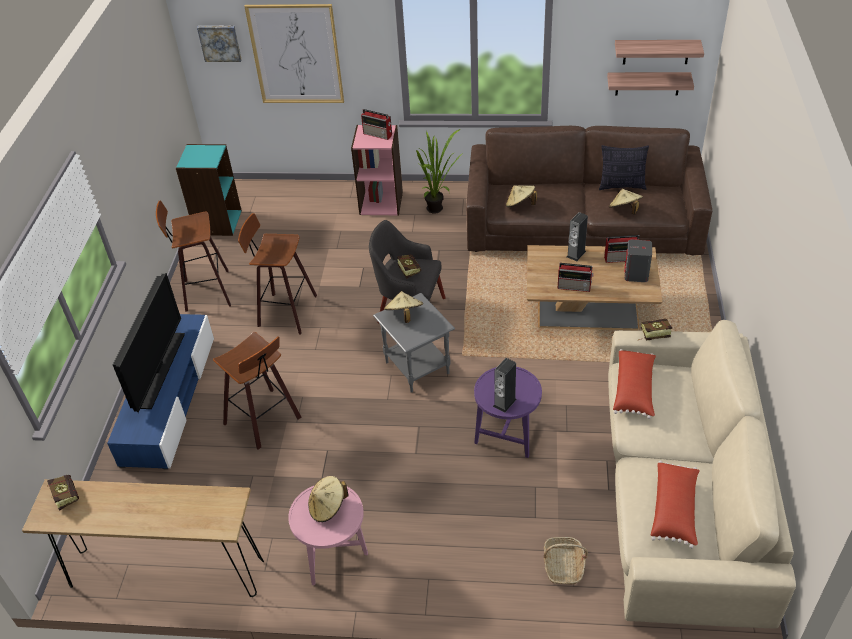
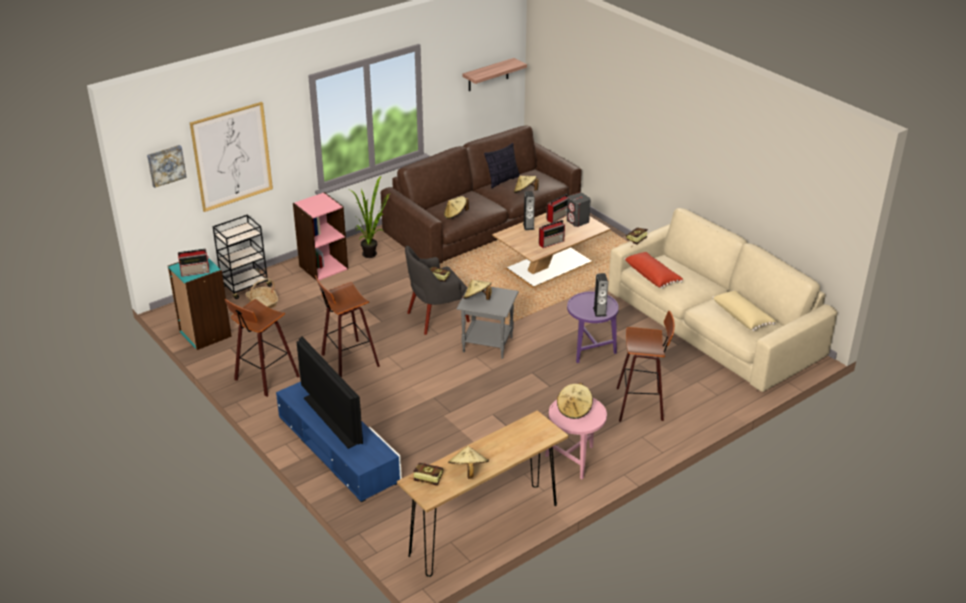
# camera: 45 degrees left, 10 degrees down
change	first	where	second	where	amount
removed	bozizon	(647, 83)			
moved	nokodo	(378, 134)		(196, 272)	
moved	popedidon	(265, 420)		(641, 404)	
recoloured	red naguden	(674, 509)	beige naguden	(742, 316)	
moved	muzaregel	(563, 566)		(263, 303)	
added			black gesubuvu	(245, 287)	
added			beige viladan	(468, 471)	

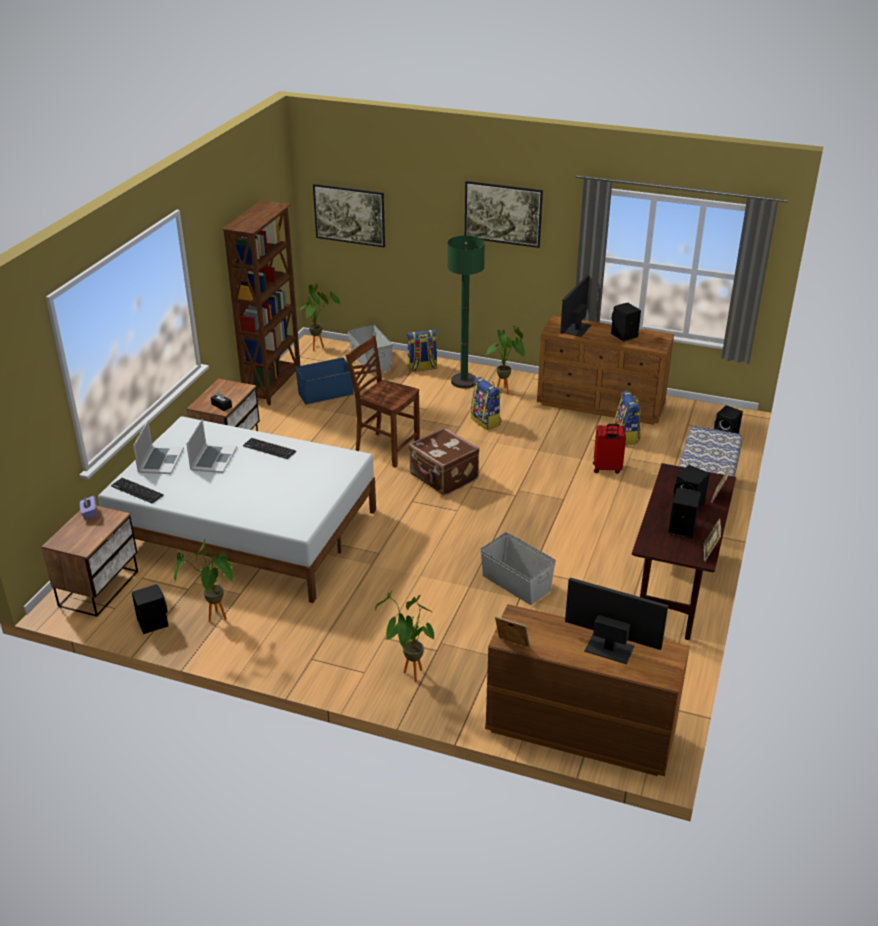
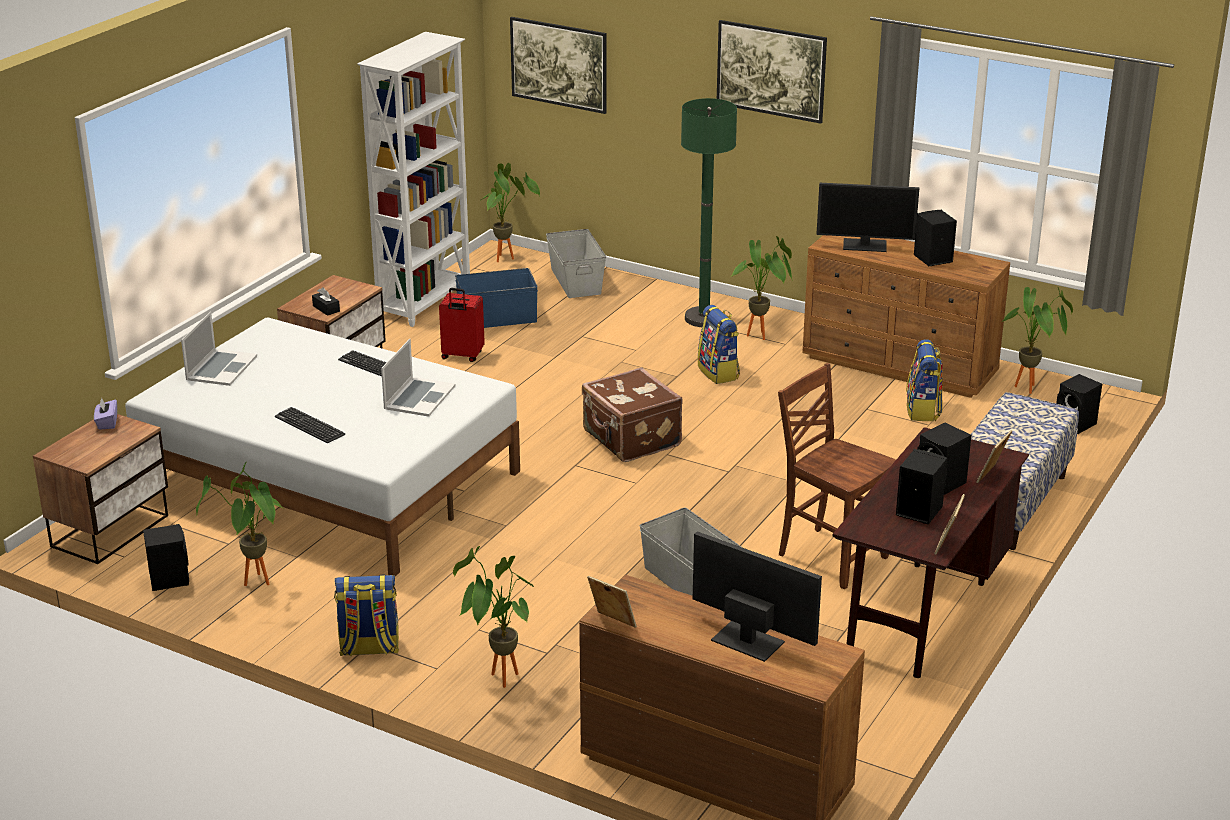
# camera: 10 degrees right, 5 degrees down
change	first	where	second	where	amount
recoloured	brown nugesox	(273, 385)	white nugesox	(426, 302)	
turned	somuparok	(577, 329)		(865, 245)	120 degrees counterclockwise
moved	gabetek	(422, 368)		(369, 648)	
moved	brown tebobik	(386, 449)		(830, 556)	
moved	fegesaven	(213, 458)		(419, 397)	
moved	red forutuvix	(607, 469)		(462, 356)	
moved	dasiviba	(137, 491)		(309, 426)	
added			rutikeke	(1031, 390)	

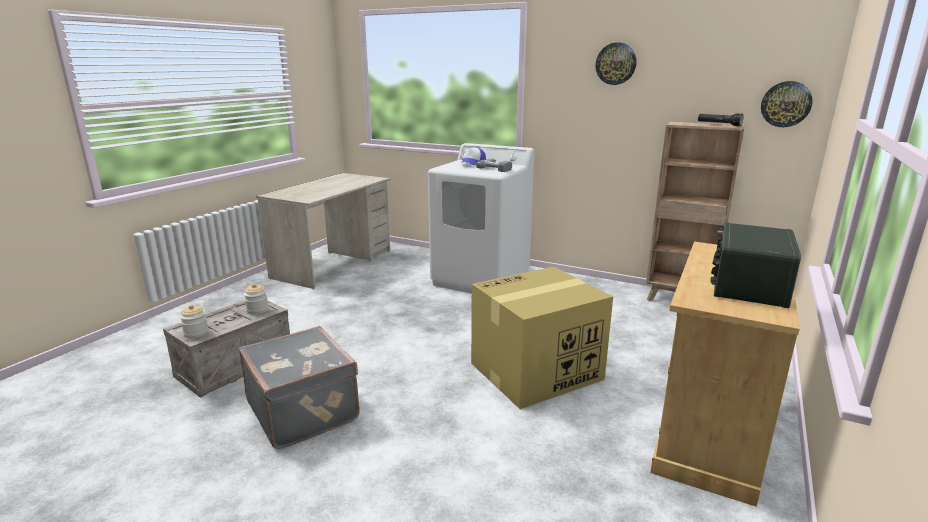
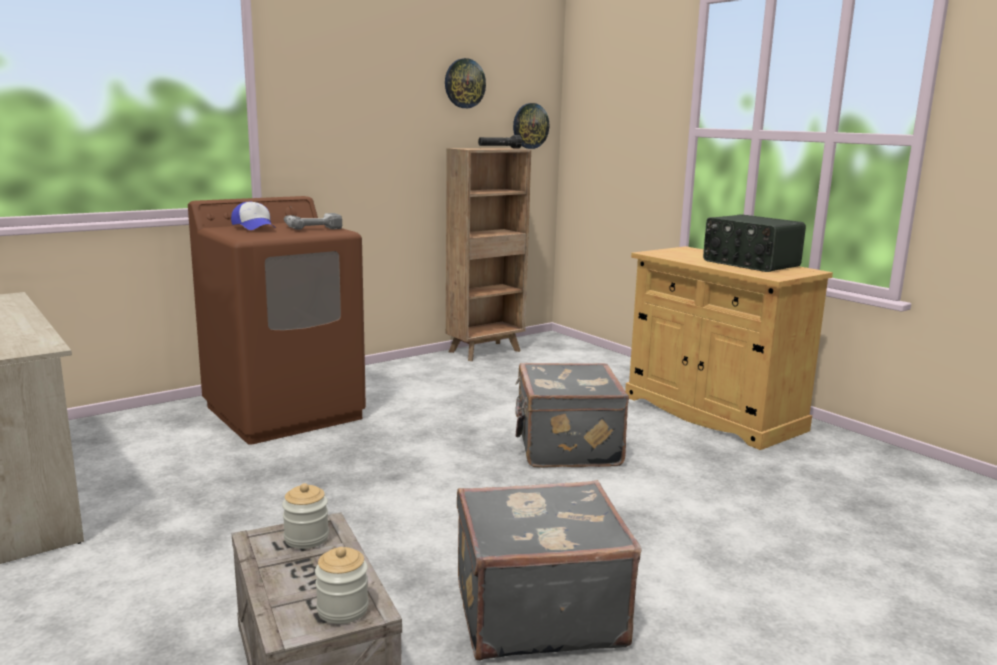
# camera: 65 degrees left, 5 degrees down
change	first	where	second	where	amount
moved	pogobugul	(616, 63)		(464, 83)	
recoloured	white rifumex	(481, 279)	brown rifumex	(285, 412)	
replaced	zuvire	(535, 372)	grey forutuvix	(565, 447)	

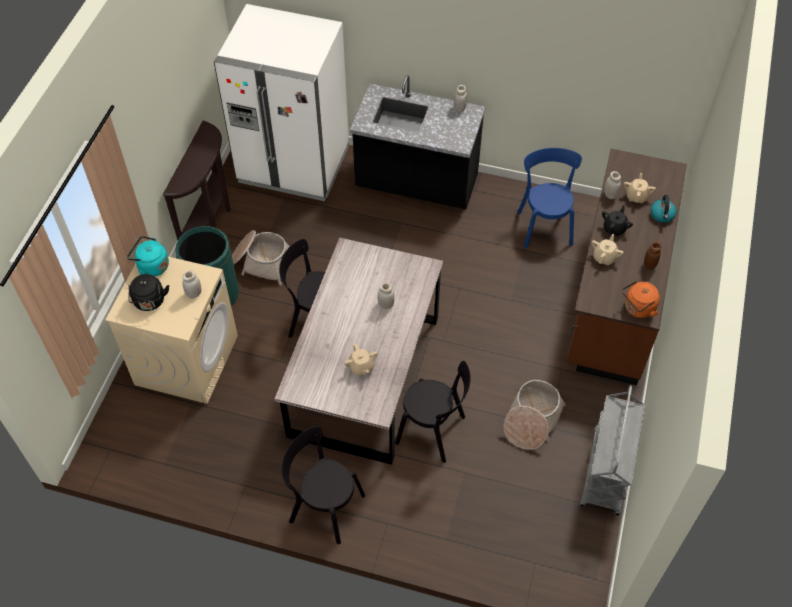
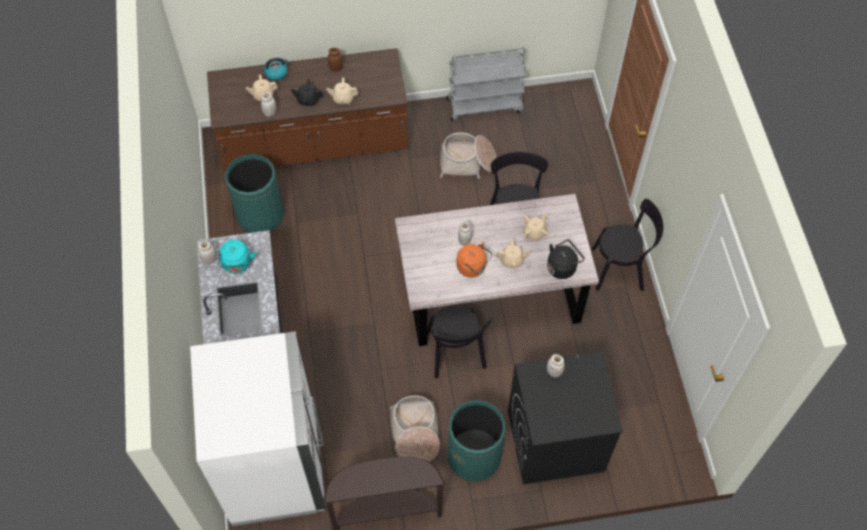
# camera: 115 degrees left, 5 degrees up
change	first	where	second	where	amount
replaced	blue tebobik	(544, 226)	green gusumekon	(260, 216)	
moved	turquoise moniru	(151, 266)		(237, 265)	
recoloured	beige rifumex	(187, 359)	black rifumex	(555, 441)	
moved	black moniru	(150, 302)		(562, 267)	
moved	orange moniru	(637, 309)		(473, 267)	
turned	black tebobik	(323, 506)		(621, 269)	90 degrees counterclockwise
added			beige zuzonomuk	(512, 261)	

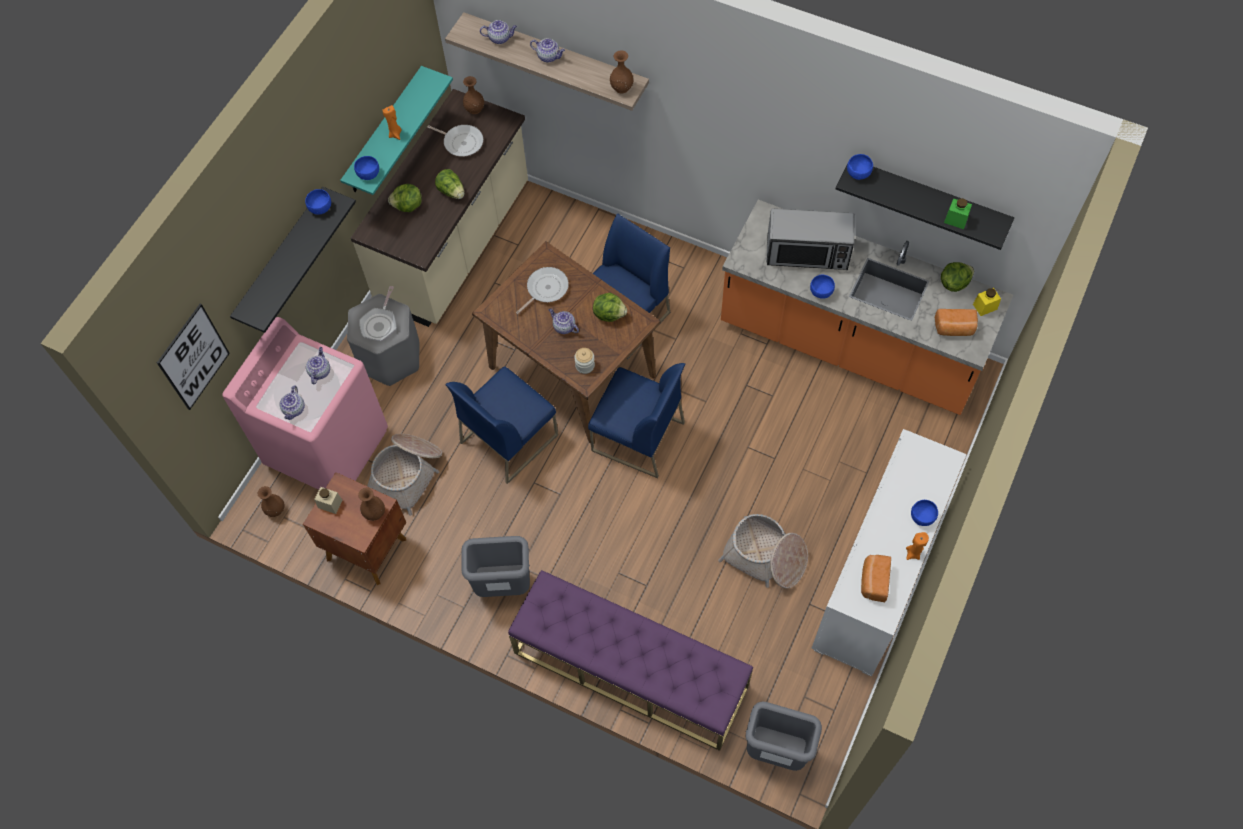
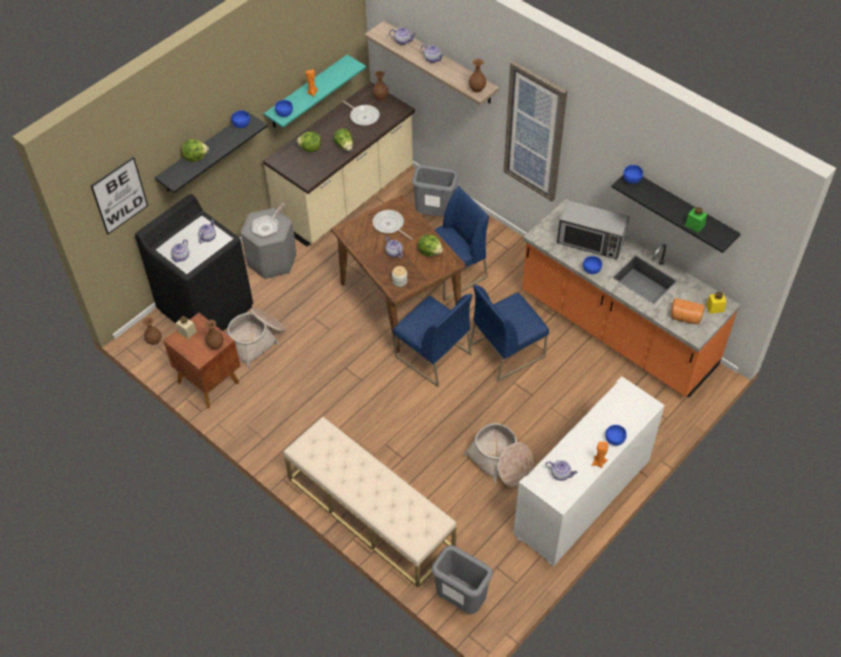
# camera: 15 degrees right, 10 degrees down
change	first	where	second	where	amount
moved	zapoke	(954, 283)		(195, 157)	
turned	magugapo	(545, 289)		(389, 225)	105 degrees counterclockwise
recoloured	pink rifumex	(328, 446)	black rifumex	(206, 308)	
moved	blue tebobik	(509, 438)		(507, 350)	
moved	grey gusumekon	(503, 585)		(435, 215)	
replaced	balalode	(873, 581)	zuzonomuk	(561, 474)	
recoloured	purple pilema	(630, 669)	beige pilema	(370, 513)	
added			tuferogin	(535, 132)	

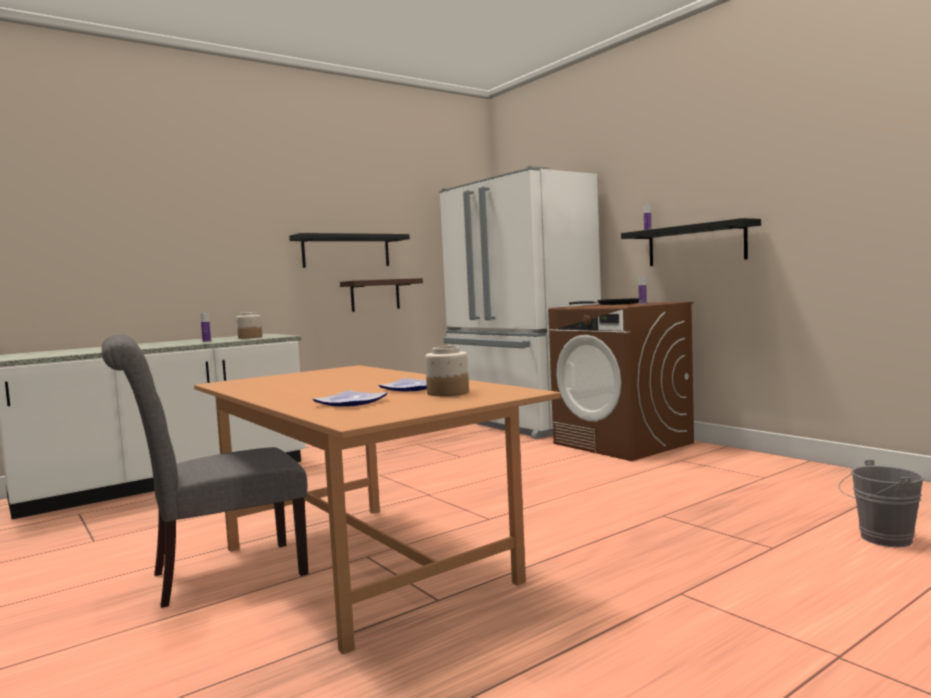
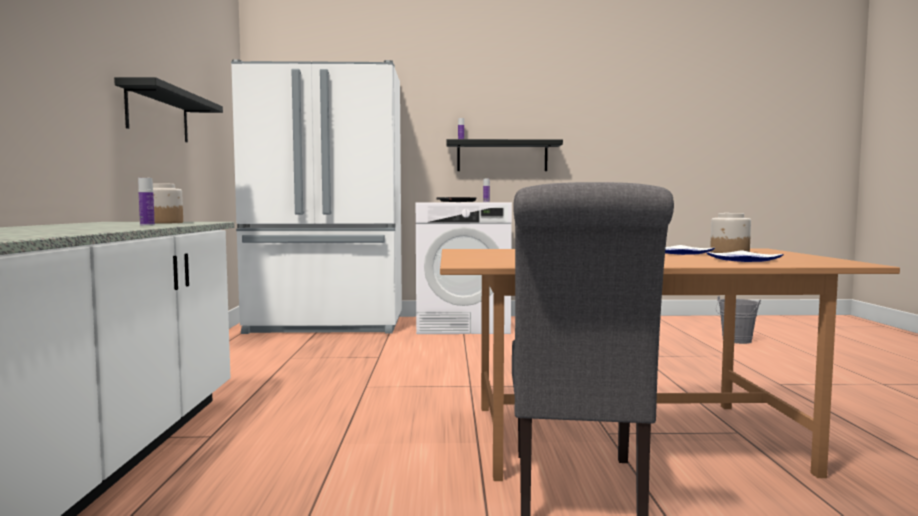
# camera: 55 degrees left, 0 degrees up
change	first	where	second	where	amount
removed	bozizon	(375, 295)			
recoloured	brown rifumex	(623, 443)	white rifumex	(463, 325)	

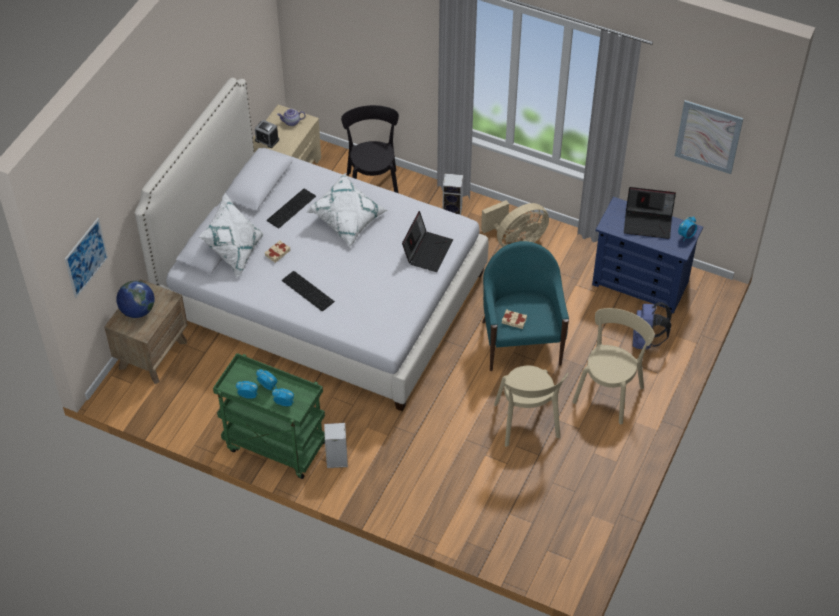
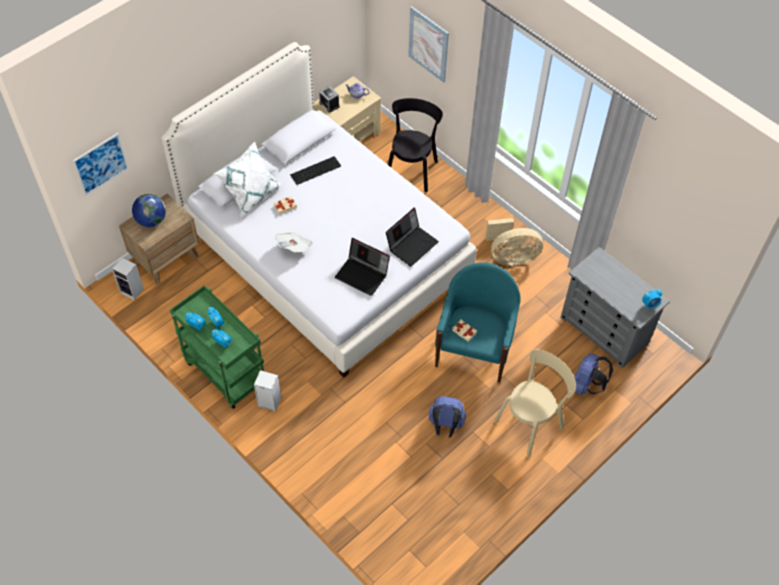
# camera: 20 degrees right, 5 degrees up
change	first	where	second	where	amount
moved	tuferogin	(708, 136)		(428, 44)	
removed	white naguden	(348, 220)			
moved	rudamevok	(453, 210)		(133, 291)	
moved	fegesaven	(648, 222)		(363, 275)	
recoloured	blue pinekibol	(640, 283)	grey pinekibol	(604, 330)	
replaced	dasiviba	(308, 290)	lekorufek	(294, 247)	
replaced	beige tebobik	(527, 423)	blue gabetek	(445, 426)	

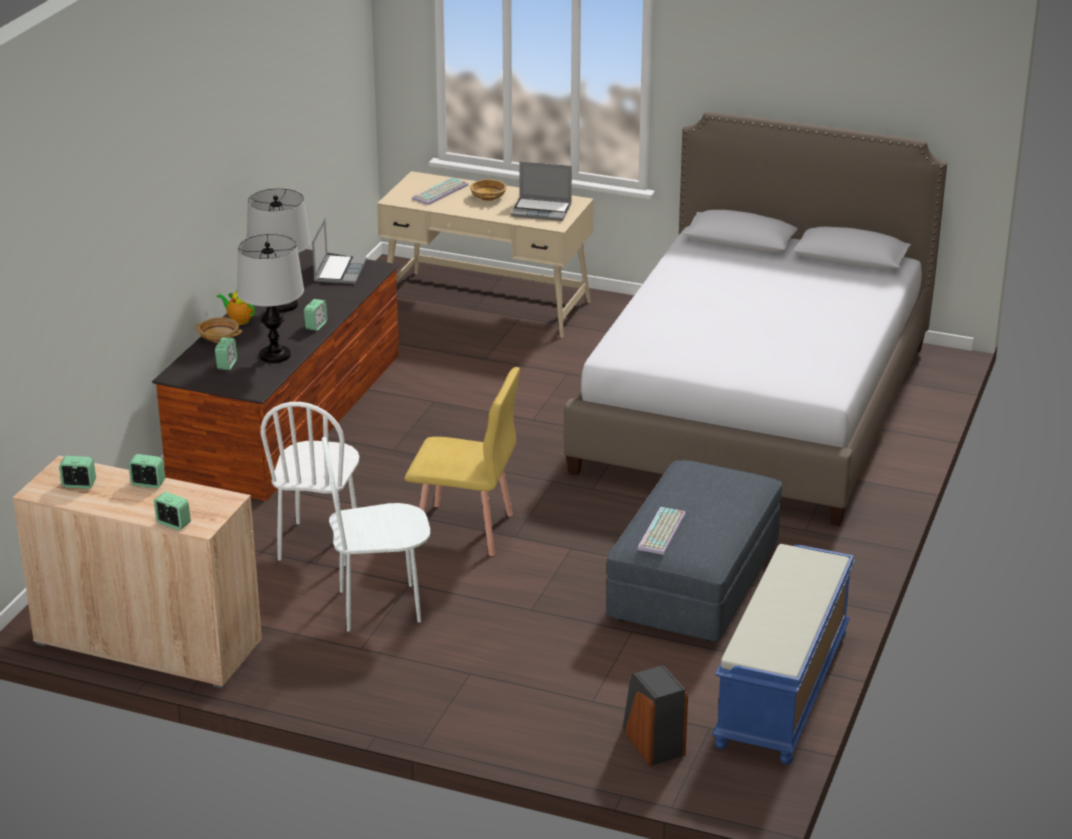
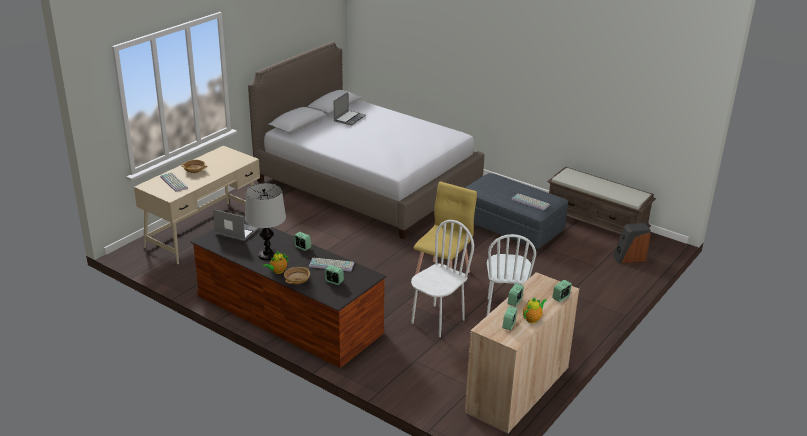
# camera: 75 degrees left, 0 degrees up
change	first	where	second	where	amount
moved	fegesaven	(542, 210)		(349, 118)	
replaced	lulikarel	(275, 355)	dasiviba	(332, 264)	
turned	white tebobik	(319, 544)		(437, 321)	75 degrees counterclockwise
recoloured	blue pilema	(783, 689)	brown pilema	(596, 223)	
added			zuzonomuk	(532, 319)	

